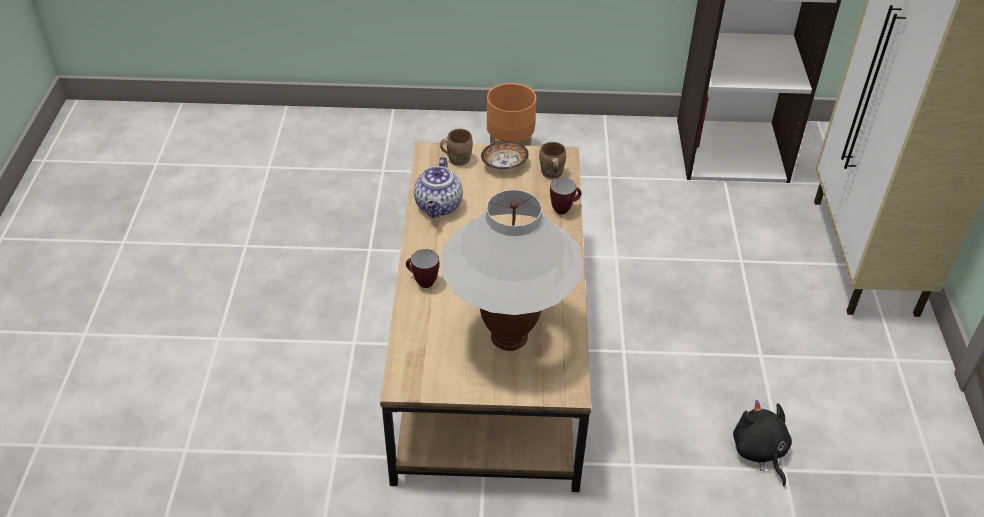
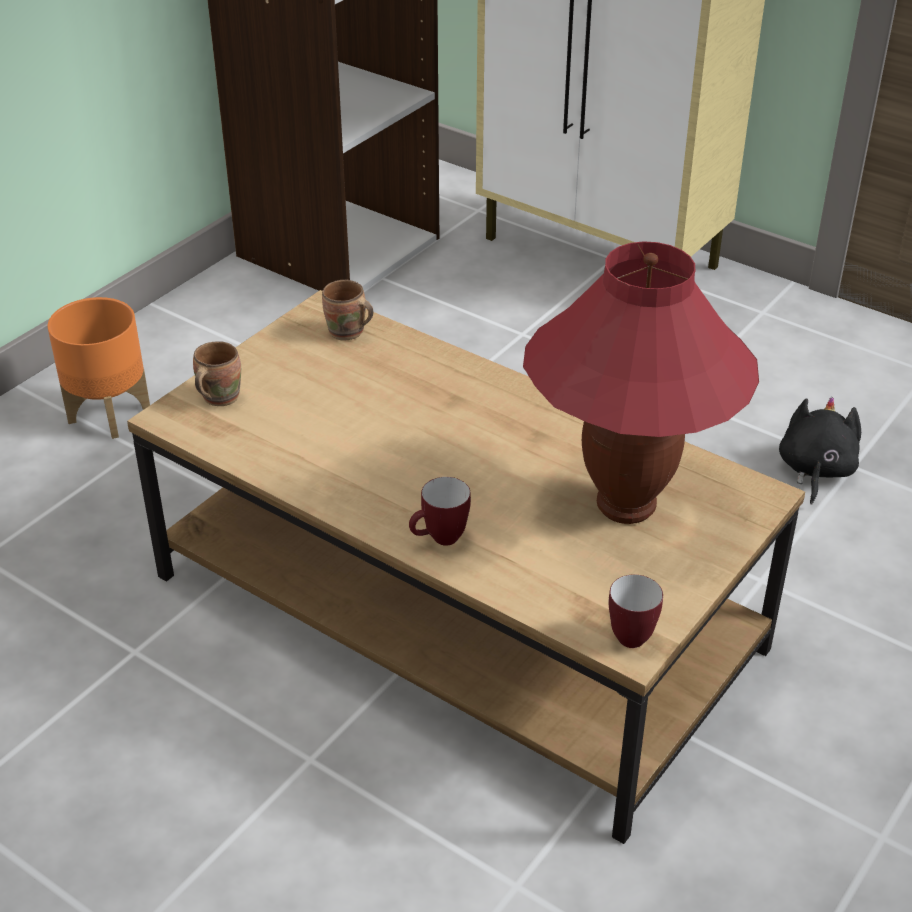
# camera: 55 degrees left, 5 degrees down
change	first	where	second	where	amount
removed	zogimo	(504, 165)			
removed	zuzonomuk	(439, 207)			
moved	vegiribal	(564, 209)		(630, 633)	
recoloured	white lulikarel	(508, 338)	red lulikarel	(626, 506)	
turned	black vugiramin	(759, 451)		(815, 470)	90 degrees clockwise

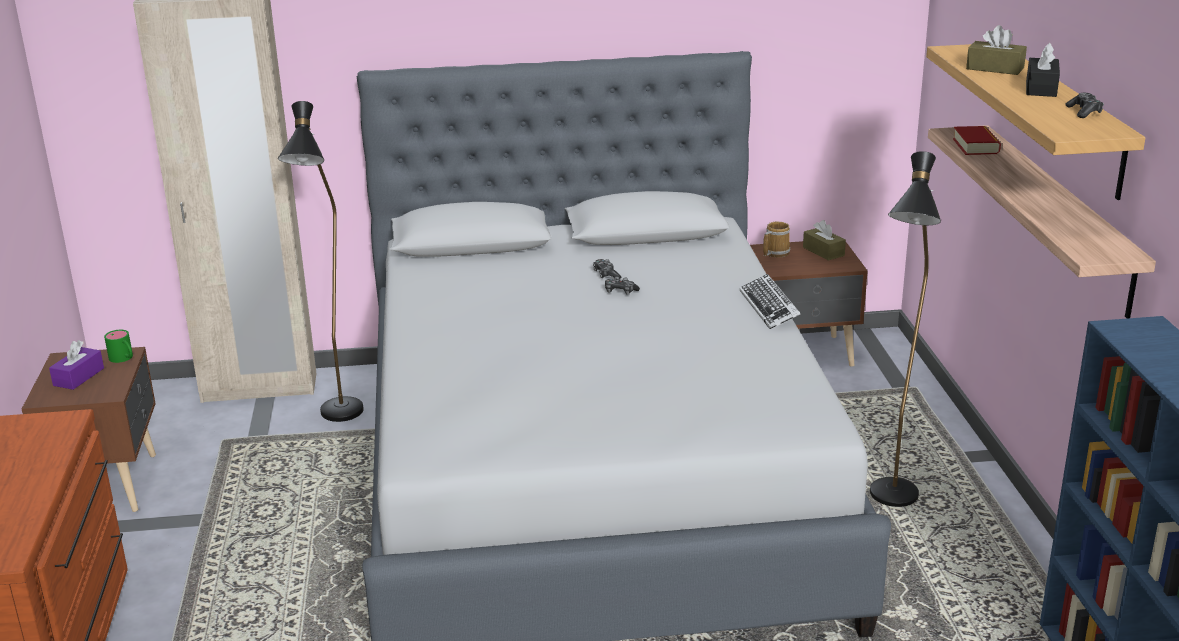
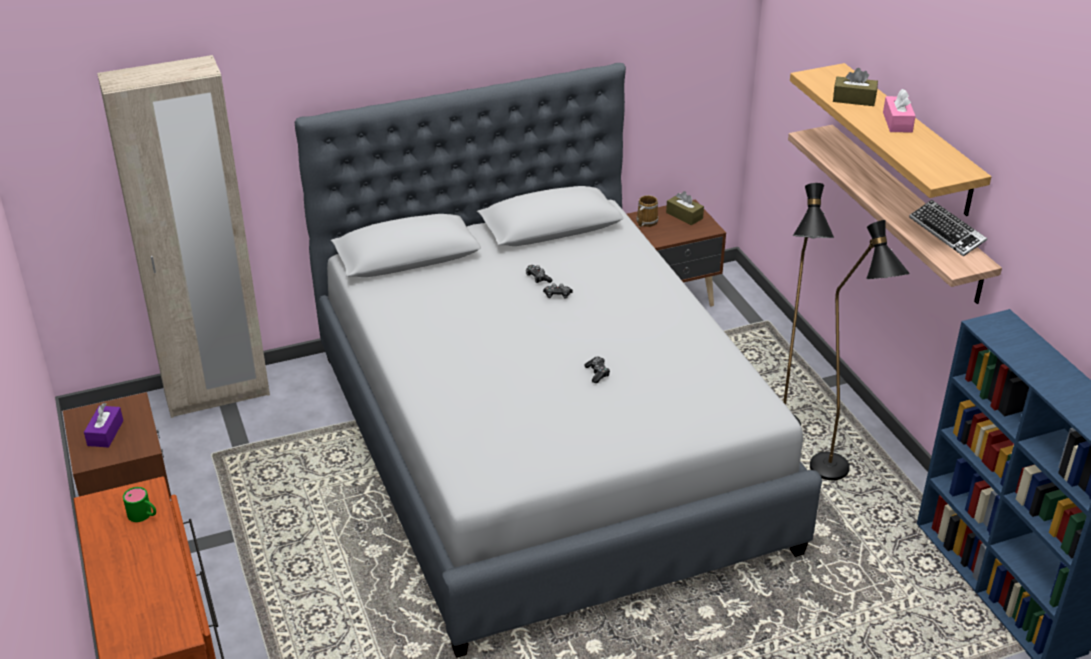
# camera: 15 degrees left, 10 degrees up
change	first	where	second	where	amount
recoloured	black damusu	(1041, 88)	pink damusu	(897, 122)	
moved	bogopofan	(1084, 112)		(597, 373)	
moved	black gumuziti	(340, 419)		(836, 477)	
removed	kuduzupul	(975, 146)			
moved	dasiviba	(769, 307)		(946, 232)	
moved	green vegiribal	(124, 358)		(144, 515)	

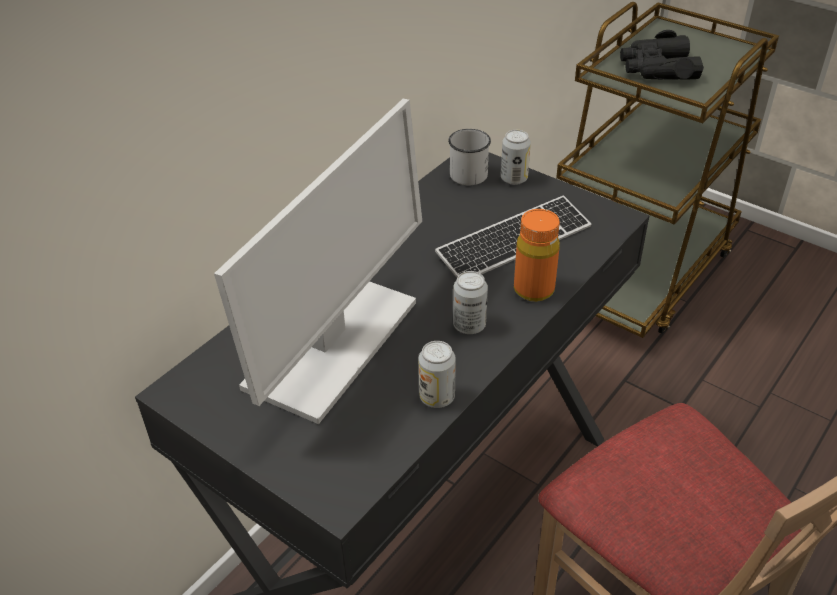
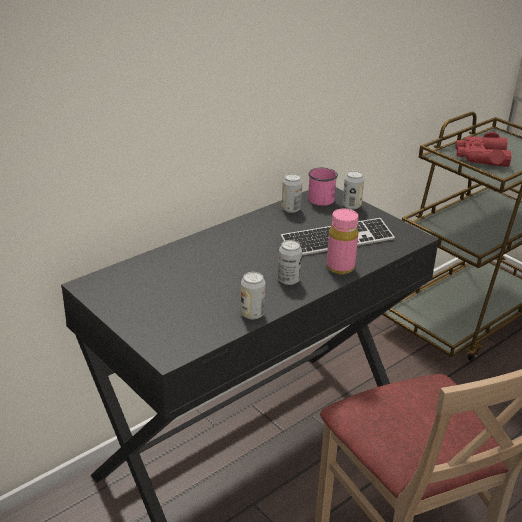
# camera: 10 degrees right, 10 degrees down
change	first	where	second	where	amount
recoloured	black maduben	(657, 68)	red maduben	(481, 157)	
removed	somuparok	(332, 346)			
recoloured	white vegiribal	(467, 171)	pink vegiribal	(320, 197)	
recoloured	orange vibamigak	(534, 289)	pink vibamigak	(340, 267)	
added			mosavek	(291, 209)	

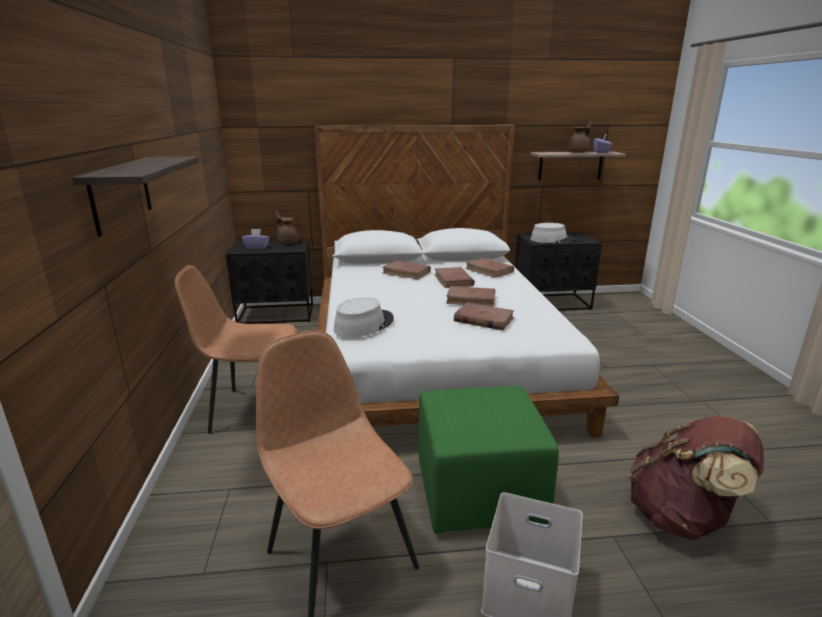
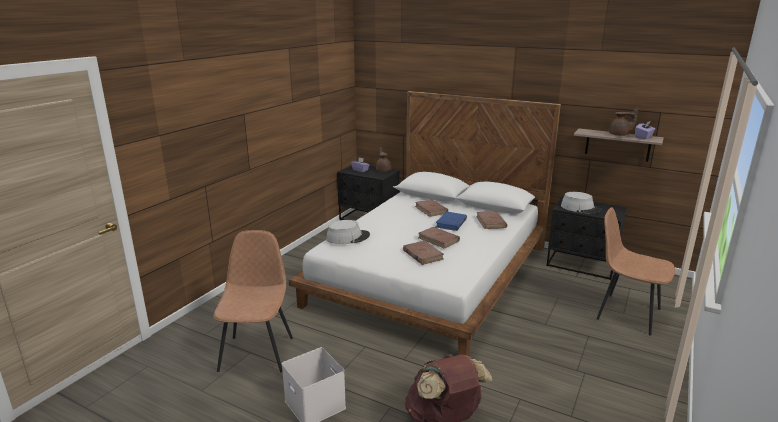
# camera: 35 degrees right, 0 degrees up
change	first	where	second	where	amount
removed	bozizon	(121, 193)			
moved	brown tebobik	(253, 410)		(626, 313)	
recoloured	brown kuduzupul	(453, 280)	blue kuduzupul	(451, 223)	
removed	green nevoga	(480, 492)			

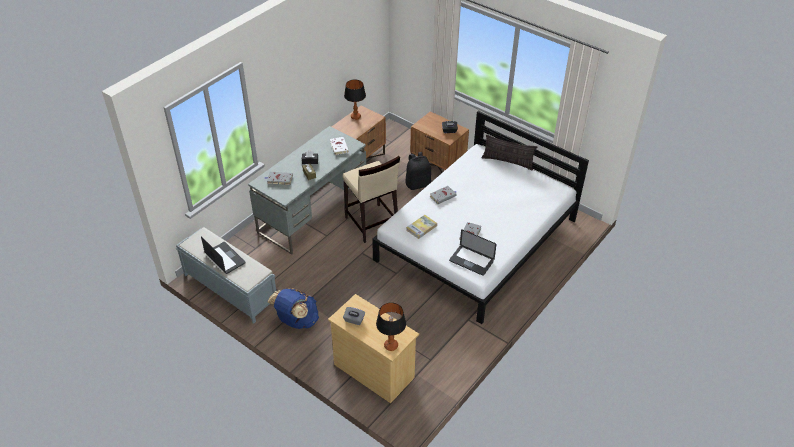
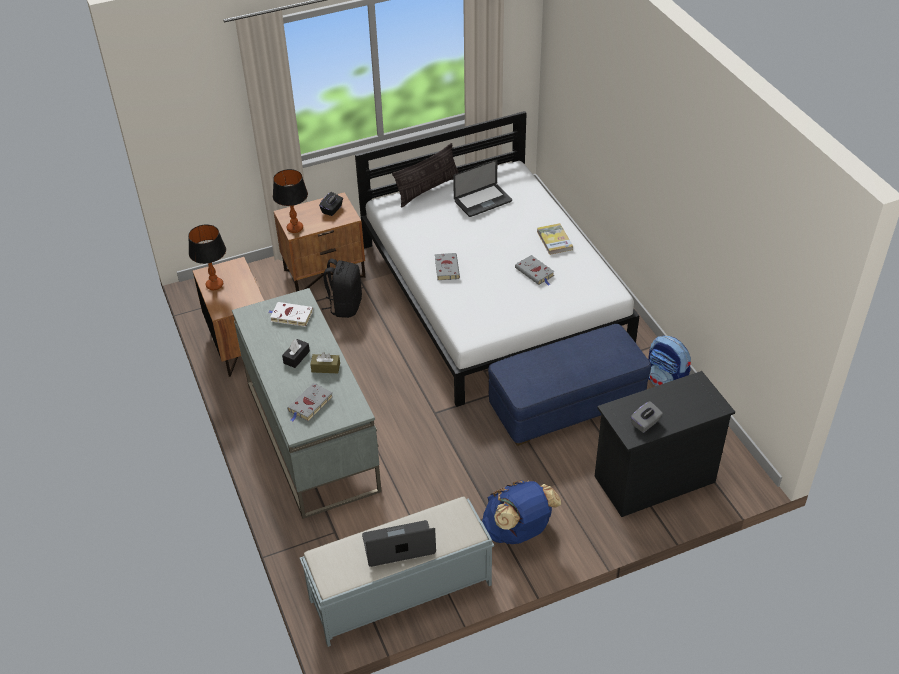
# camera: 60 degrees left, 0 degrees up
change	first	where	second	where	amount
removed	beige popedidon	(371, 224)			
moved	kuduzupul	(421, 228)		(554, 240)	
moved	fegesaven	(471, 261)		(483, 201)	
recoloured	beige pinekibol	(373, 370)	black pinekibol	(654, 479)	
moved	lulikarel	(391, 346)		(295, 228)	
added			blue nevoga	(566, 404)	
added			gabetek	(666, 382)	

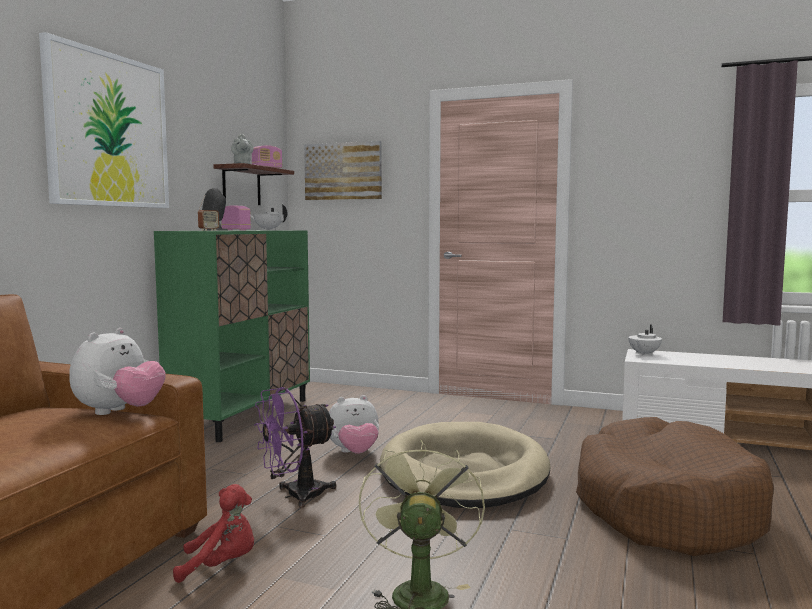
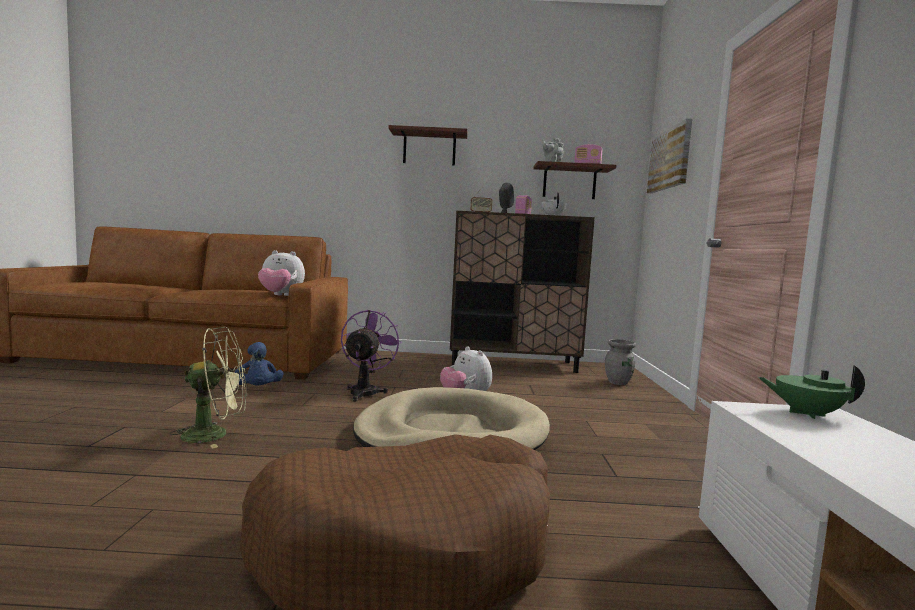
# camera: 70 degrees right, 0 degrees up
change	first	where	second	where	amount
replaced	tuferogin	(108, 130)	bozizon	(429, 149)	
recoloured	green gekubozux	(243, 416)	brown gekubozux	(513, 364)	
recoloured	white zuzonomuk	(643, 354)	green zuzonomuk	(806, 414)	
turned	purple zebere	(295, 496)		(366, 392)	60 degrees clockwise
recoloured	red vugiramin	(221, 566)	blue vugiramin	(258, 389)	
added			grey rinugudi	(618, 382)	

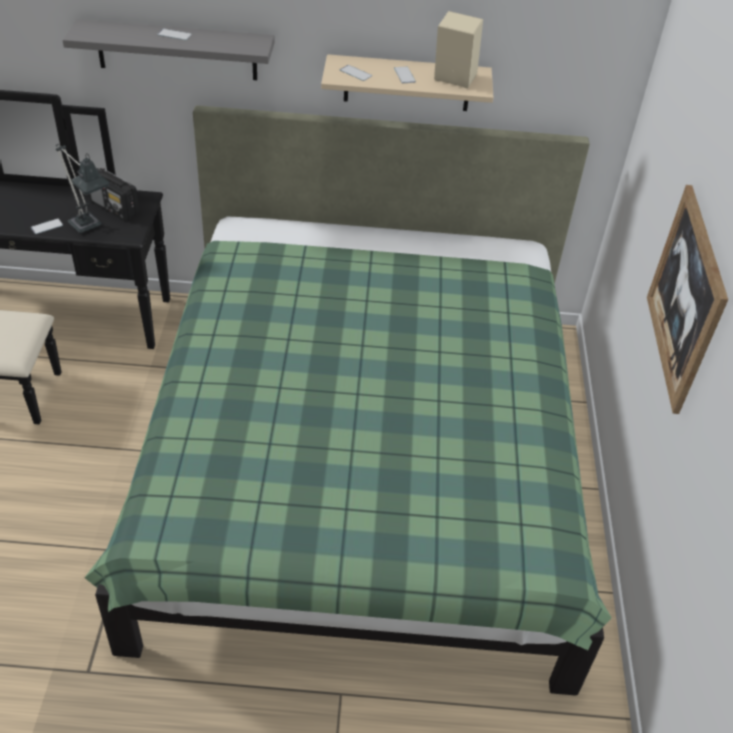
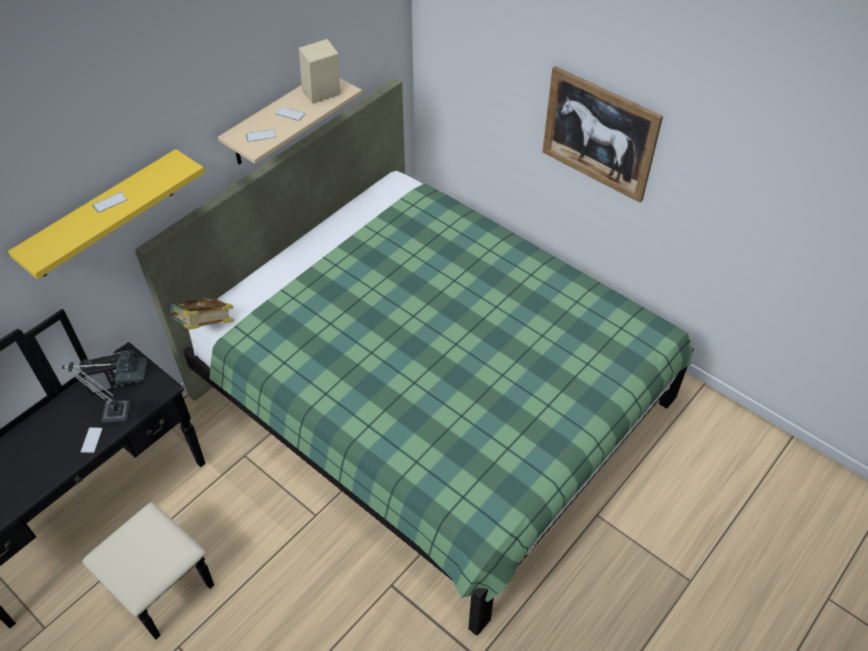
# camera: 50 degrees left, 5 degrees up
change	first	where	second	where	amount
recoloured	grey bozizon	(177, 50)	yellow bozizon	(103, 215)	
added			kuduzupul	(205, 326)	

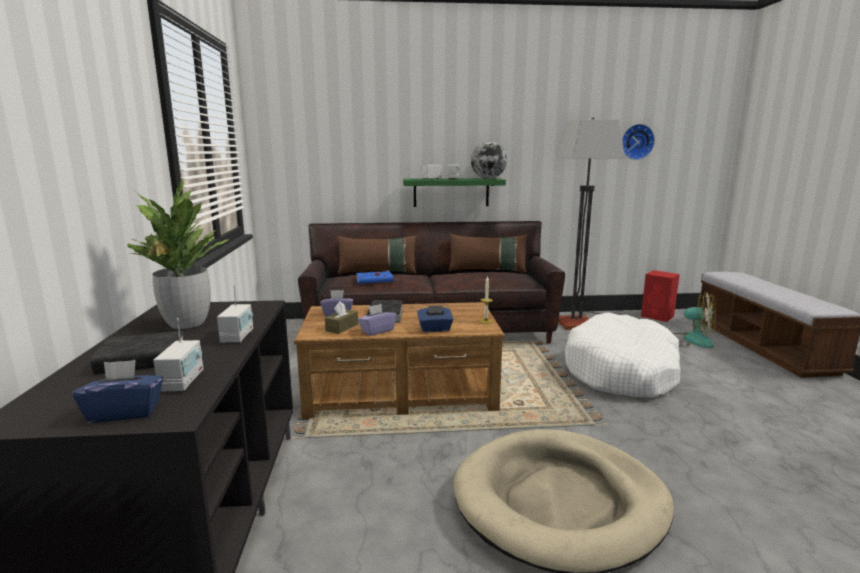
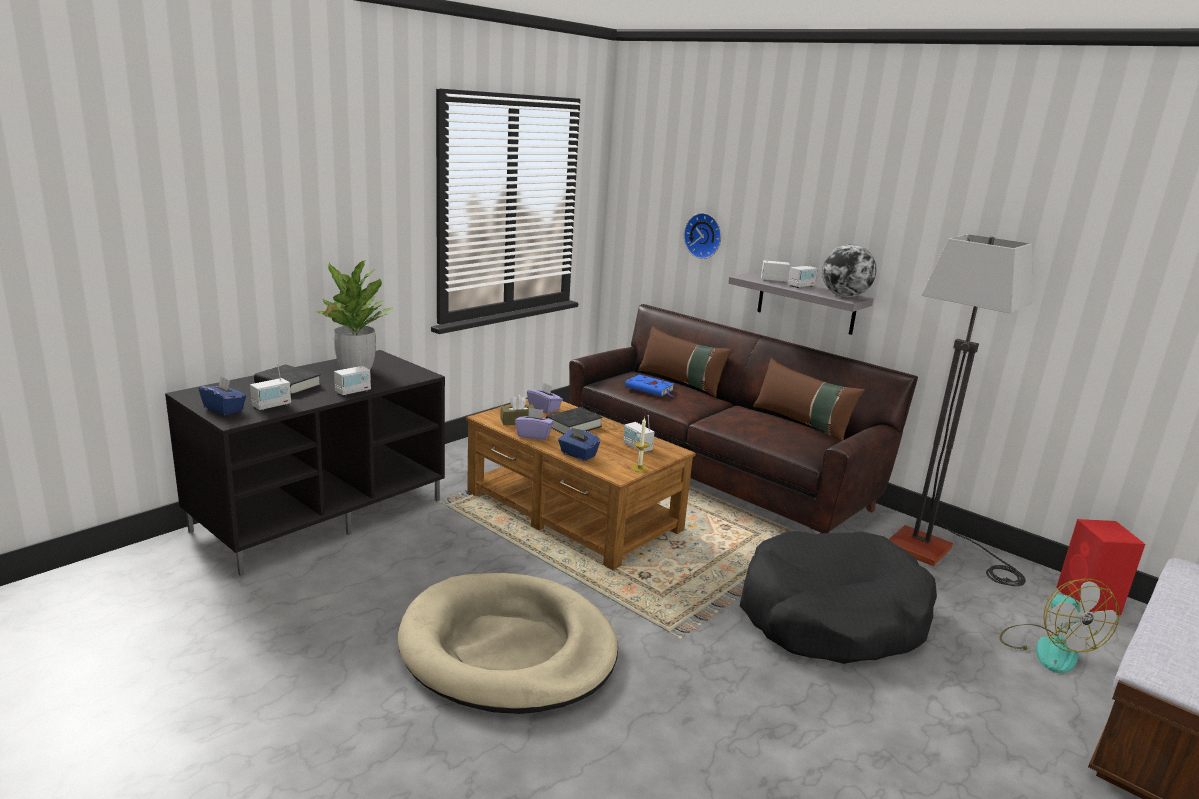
# camera: 45 degrees right, 5 degrees up
change	first	where	second	where	amount
moved	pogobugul	(636, 142)		(704, 235)	
recoloured	green bozizon	(451, 192)	grey bozizon	(806, 303)	
recoloured	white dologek	(621, 371)	black dologek	(831, 616)	
added			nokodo	(637, 447)	

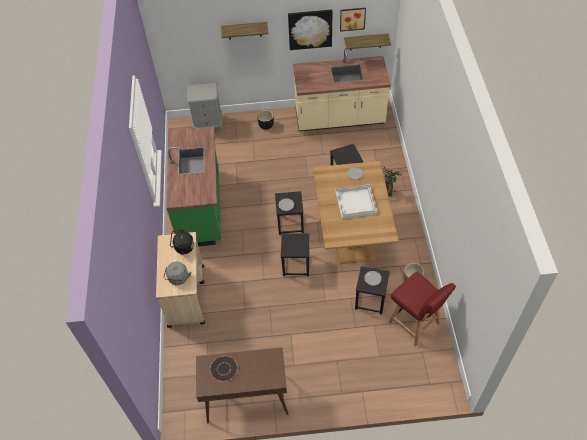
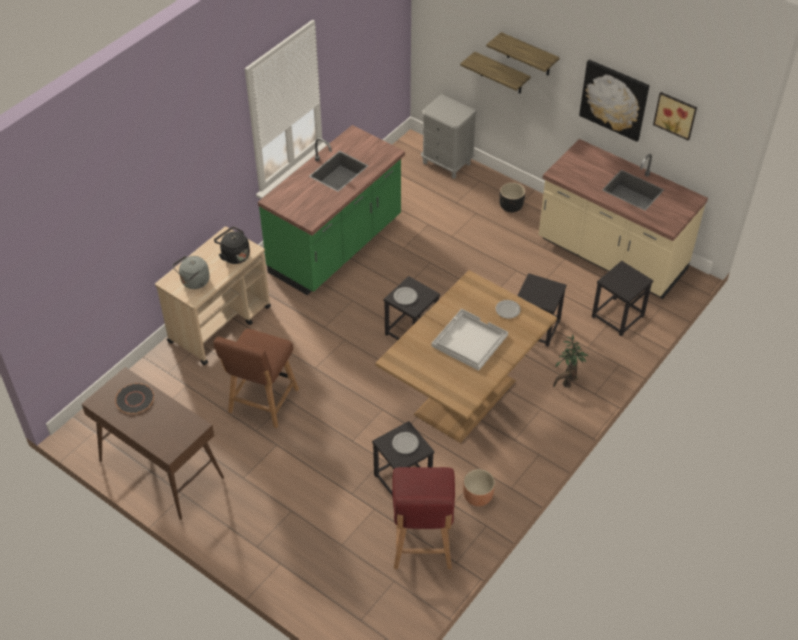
# camera: 40 degrees right, 5 degrees down
change	first	where	second	where	amount
moved	bozizon	(365, 42)		(501, 74)	
moved	black popedidon	(296, 265)		(617, 316)	
added			brown tebobik	(262, 403)	

